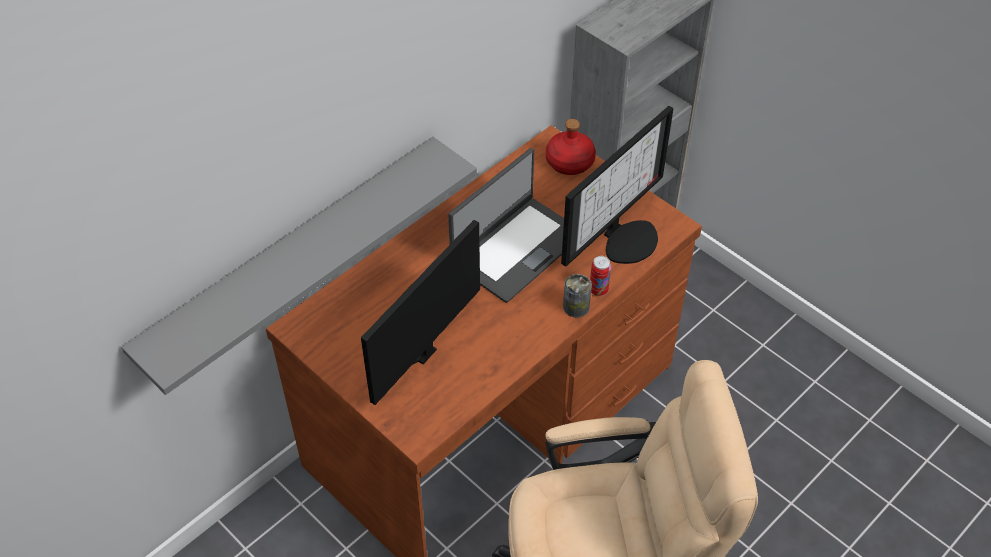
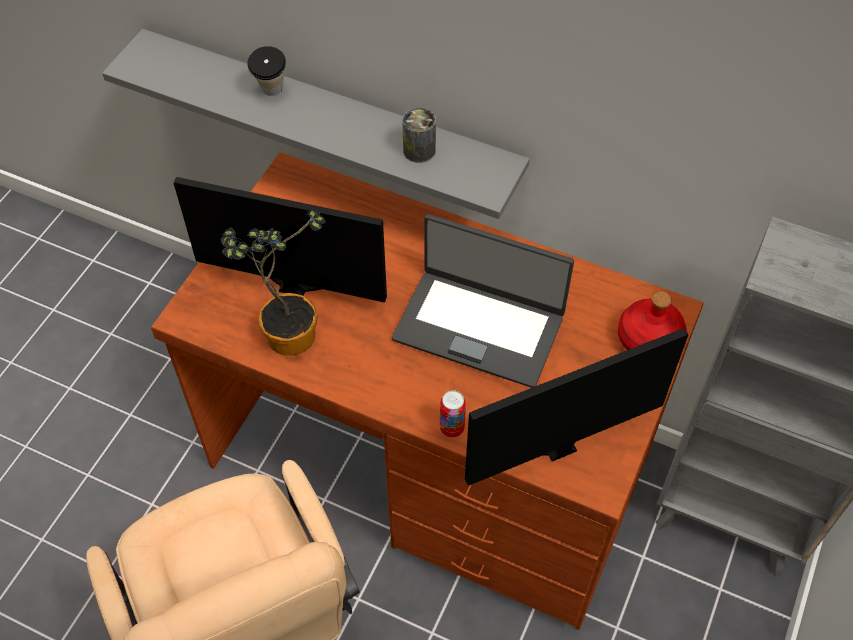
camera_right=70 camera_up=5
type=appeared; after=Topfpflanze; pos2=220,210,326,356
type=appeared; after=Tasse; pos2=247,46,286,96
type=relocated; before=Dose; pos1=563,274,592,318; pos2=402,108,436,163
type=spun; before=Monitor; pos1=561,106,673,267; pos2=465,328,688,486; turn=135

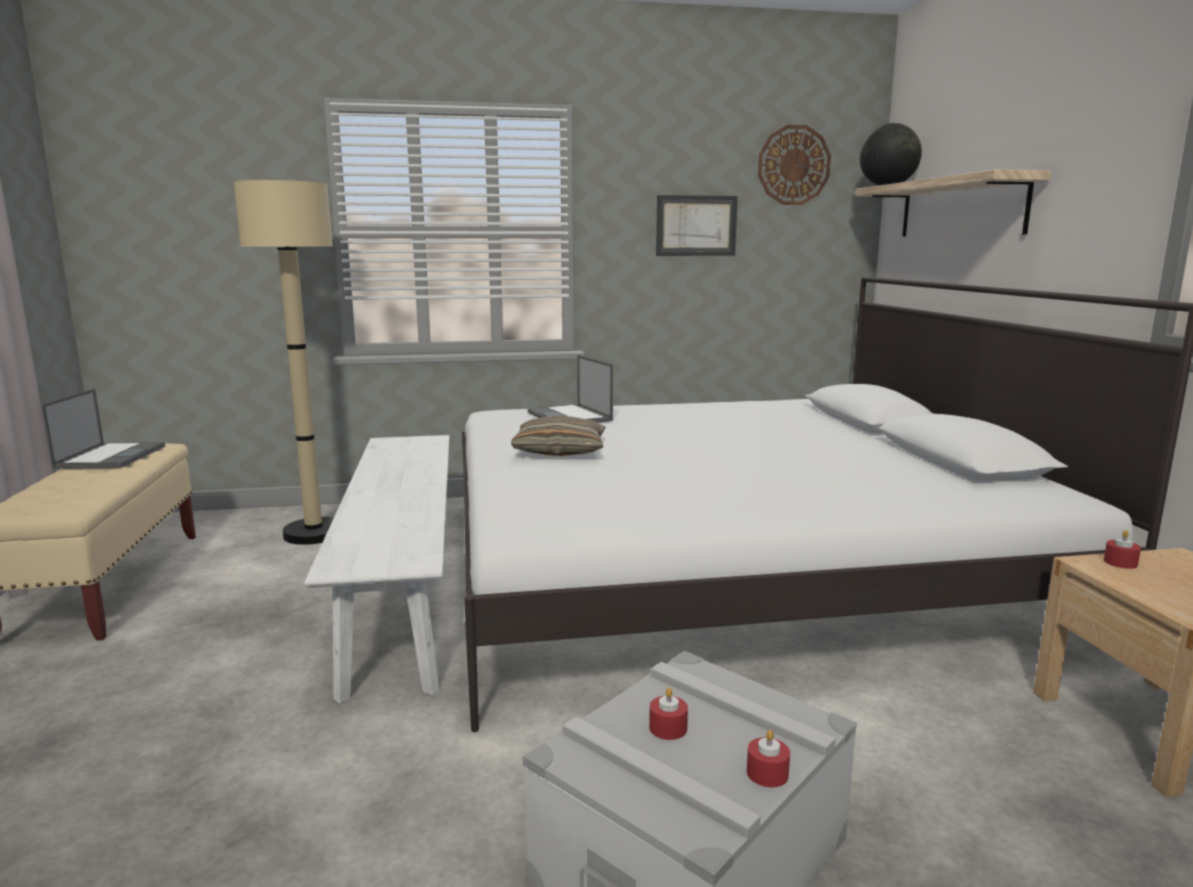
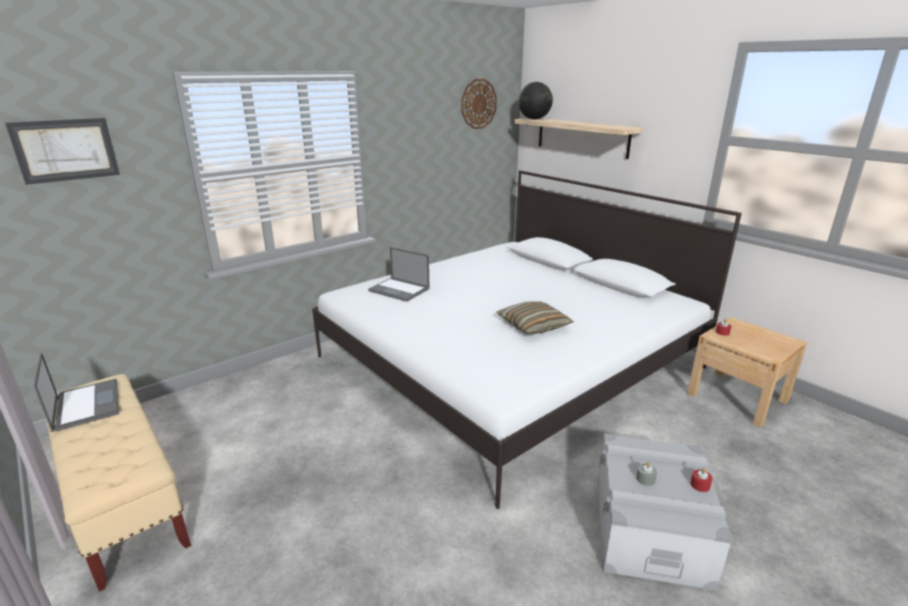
camera_right=-30 camera_up=10
type=relocated; before=Bild; pos1=656,195,738,256; pos2=5,118,120,185
type=relocated; before=Kissen; pos1=511,416,605,456; pos2=497,301,574,334
type=colour; before=Kerze (rot); after=Kerze (grau); pos1=649,687,688,740; pos2=636,462,657,486
type=missing; before=Stehlampe (beige); pos1=234,180,334,545
type=missing; before=Bank (weiß); pos1=304,435,450,703

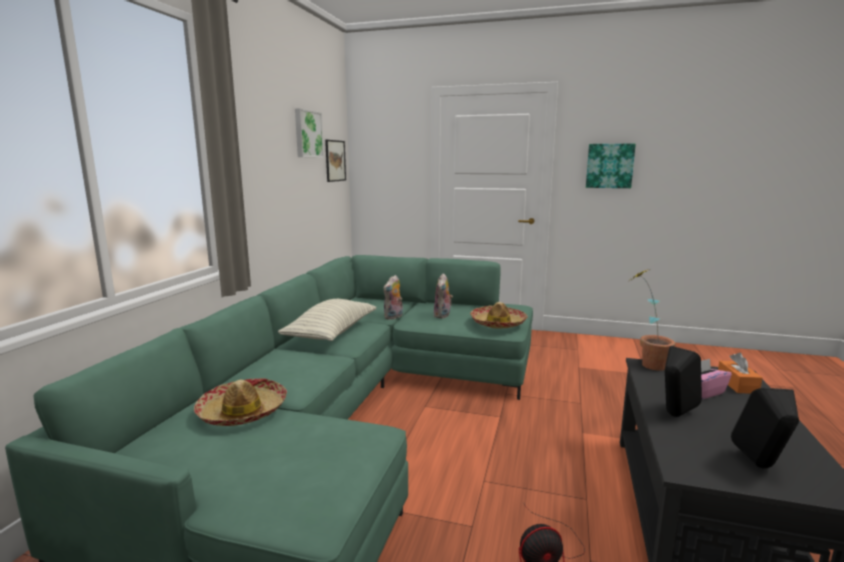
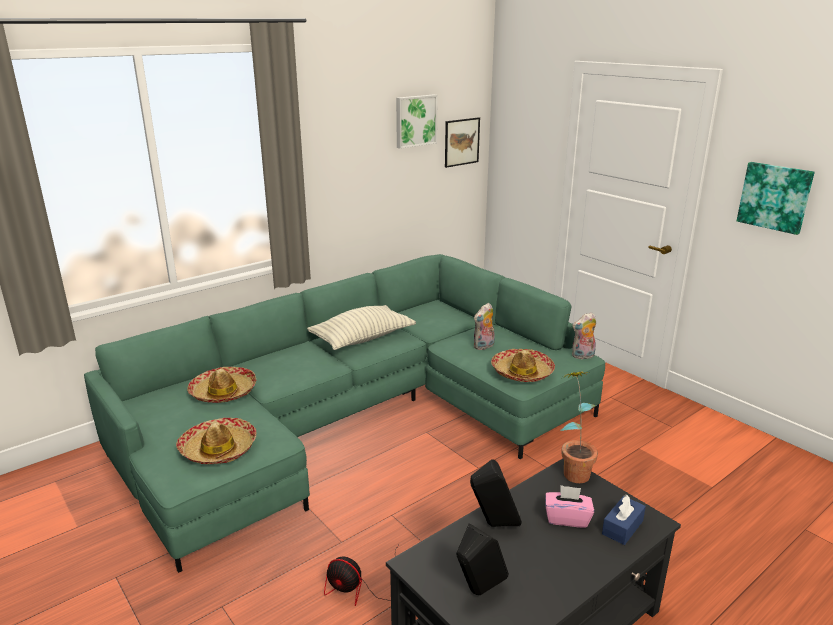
camera_right=35 camera_up=10
type=appeared; after=Hut; pos2=176,418,257,464
type=relocated; before=Plüschtier; pos1=383,275,403,320; pos2=572,312,596,359
type=colour; before=Taschentuchbox (orange); after=Taschentuchbox (blau); pos1=718,353,762,394; pos2=602,495,646,545

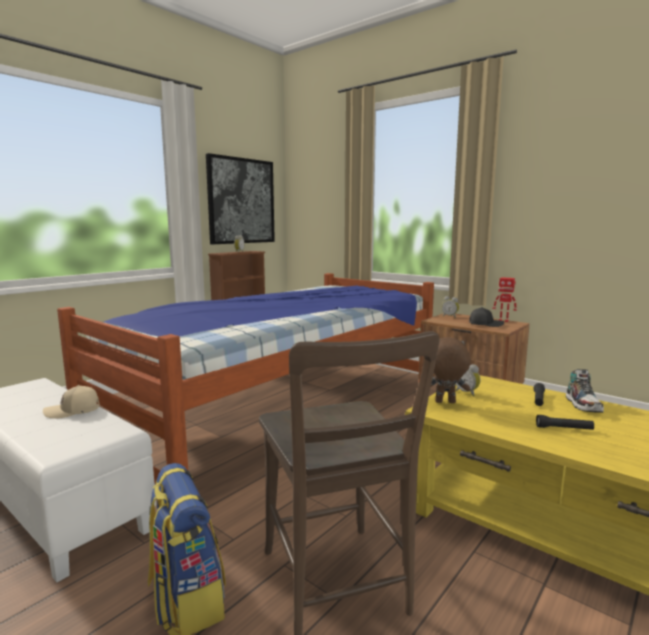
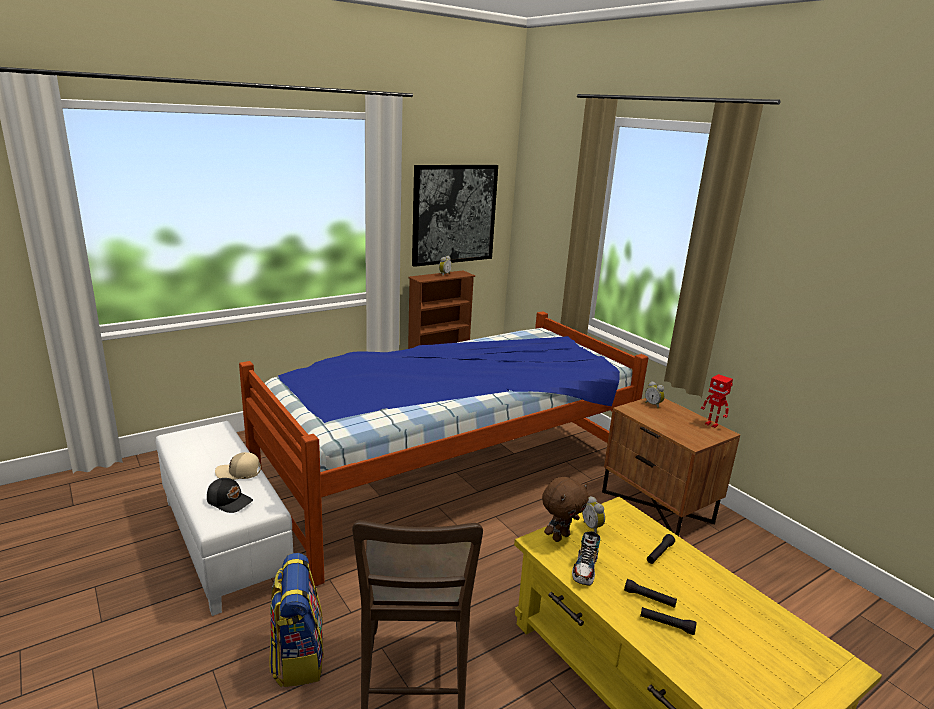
camera_right=15 camera_up=10
type=relocated; before=Kappe (schwarz); pos1=469,307,504,327; pos2=207,478,253,513
type=spun; before=Plüschtier (braun); pos1=431,337,471,403; pos2=542,477,589,542; turn=120
type=relocated; before=Schuh; pos1=566,369,604,413; pos2=572,531,600,585
type=appeared; after=Taschenlampe (schwarz); pos2=640,607,697,635

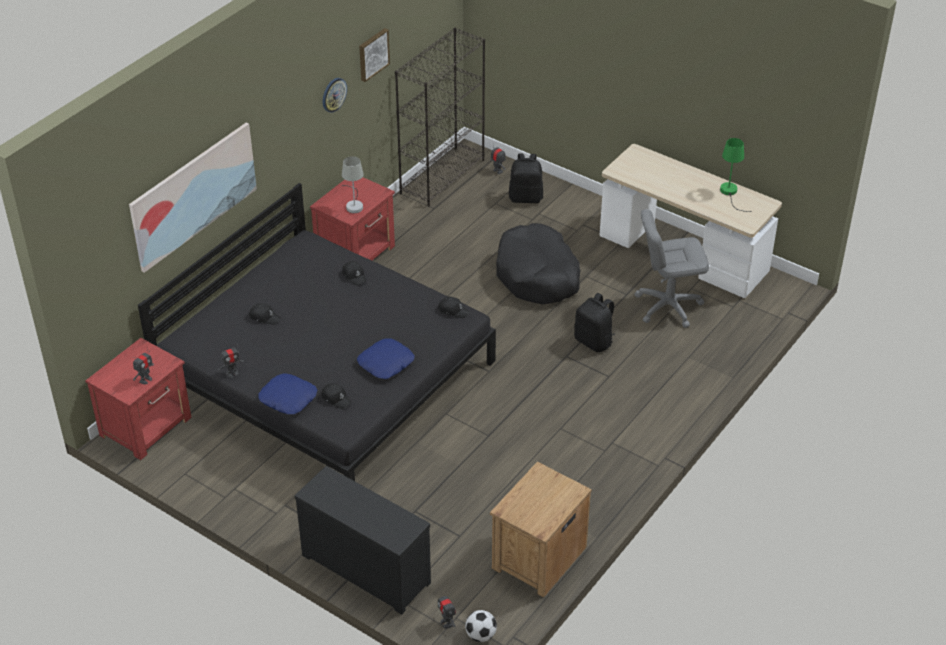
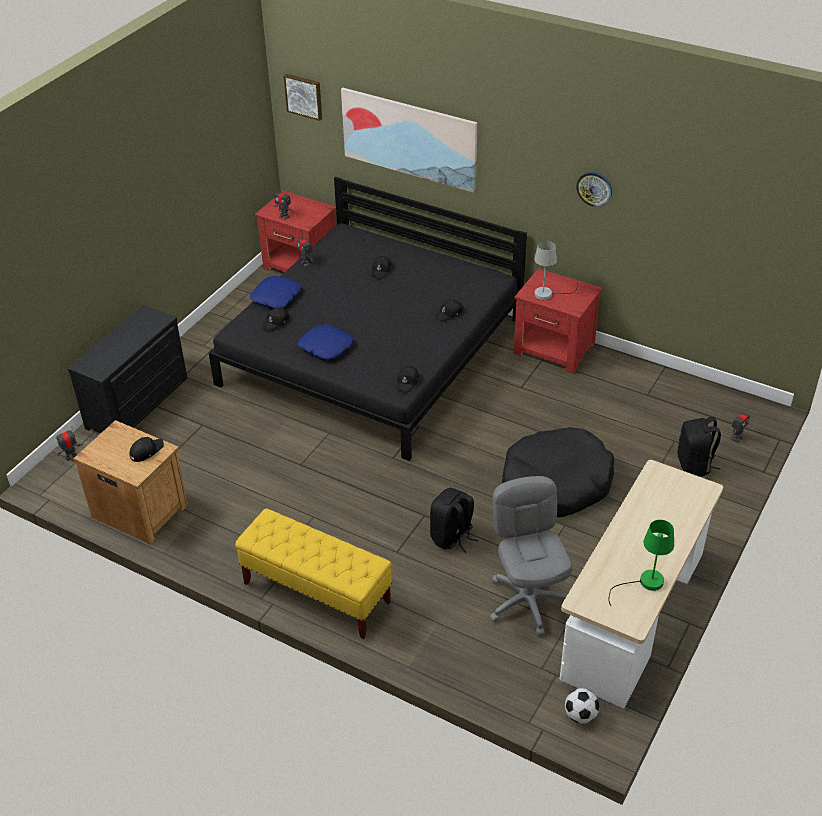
camera_right=85 camera_up=0
type=appeared; after=Kappe (schwarz); pos2=129,437,164,462
type=appeared; after=Bank (gelb); pos2=235,508,392,639
type=relocated; before=Bild; pos1=359,28,390,82; pos2=284,74,322,121
type=relocated; before=Fußball; pos1=465,610,497,642; pos2=565,688,600,724
type=missing; before=Bücherregal (schwarz); pos1=395,28,485,207

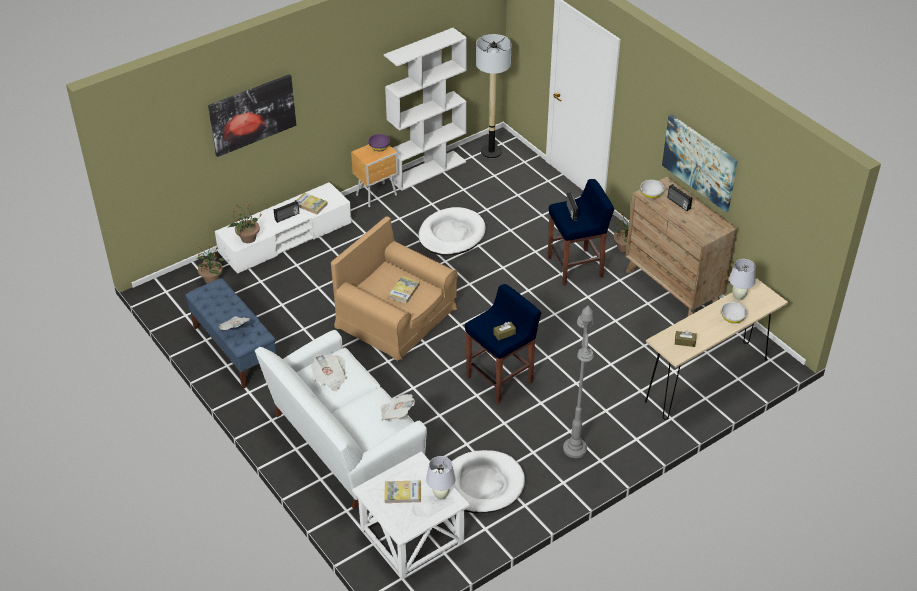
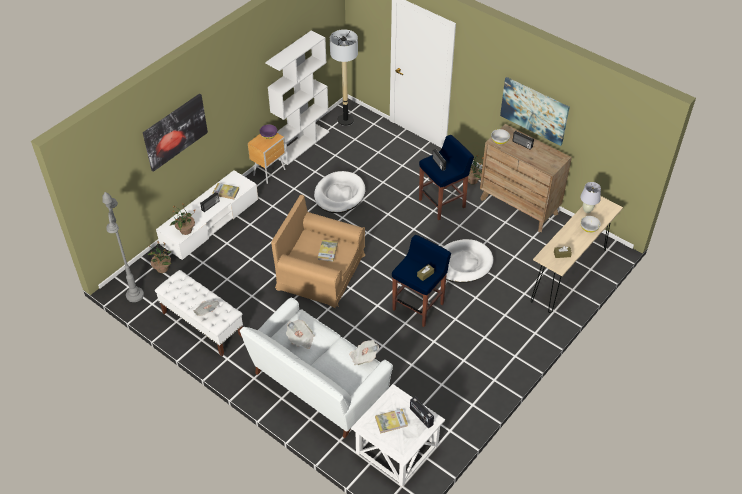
camera_right=-15 camera_up=5
type=relocated; before=Stehlampe (grau); pos1=563,305,594,458; pos2=102,192,144,302
type=colour; before=Bank (blau); after=Bank (weiß); pos1=185,278,276,389; pos2=155,270,243,356
type=exchanged; before=Tischlampe (weiß); after=Radio; pos1=426,456,455,500; pos2=410,397,434,428
type=relocated; before=Hundebett (weiß); pos1=442,450,525,513; pos2=443,239,493,283

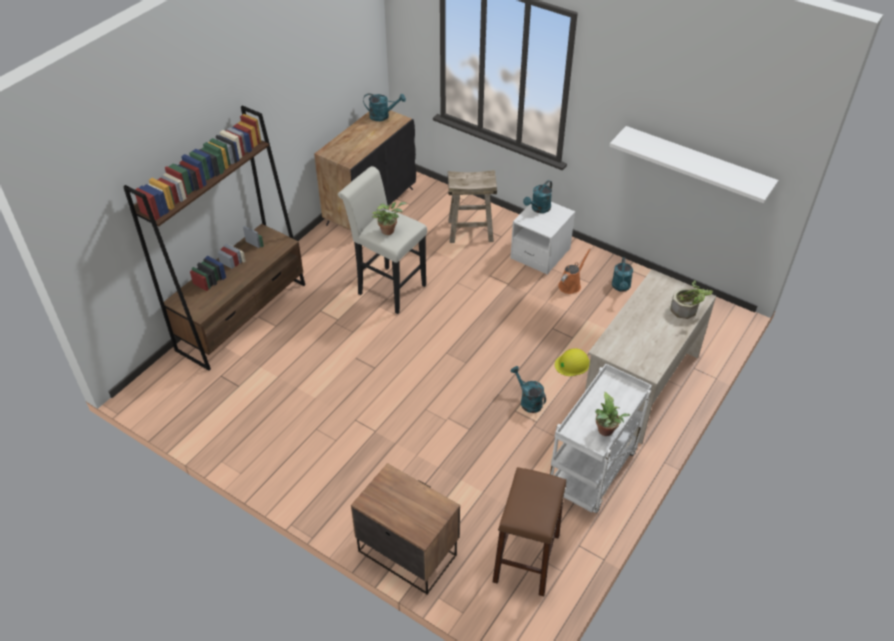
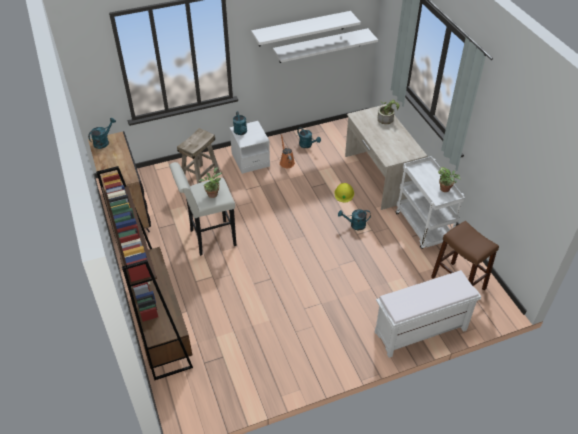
camera_right=-55 camera_up=0
type=appeared; after=Wandregal (weiß); pos2=251,11,361,47
type=exchanged; before=Nachttisch; after=Bank (weiß); pos1=351,463,460,594; pos2=375,270,481,358

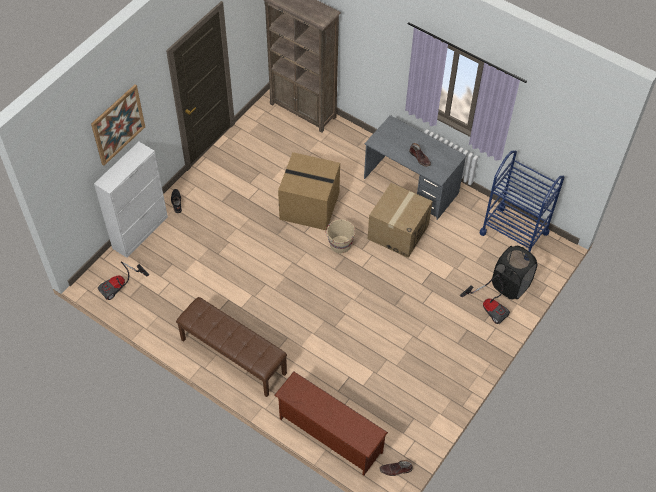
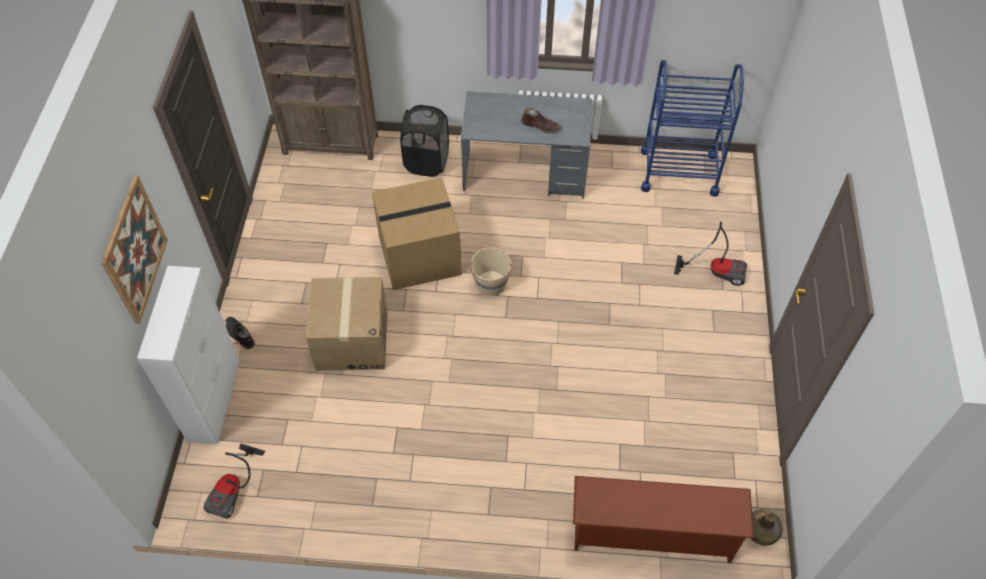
camera_right=-30 camera_up=0
type=relocated; before=Karton; pos1=368,183,432,258; pos2=306,277,388,371
type=relocated; before=Wäschekorb (schwarz); pos1=492,246,537,299; pos2=400,105,449,177
type=exchanged; before=Stiefel (braun); after=Flasche (grün); pos1=379,460,413,476; pos2=751,509,783,546
type=missing; before=Bank (braun); pos1=176,297,287,397

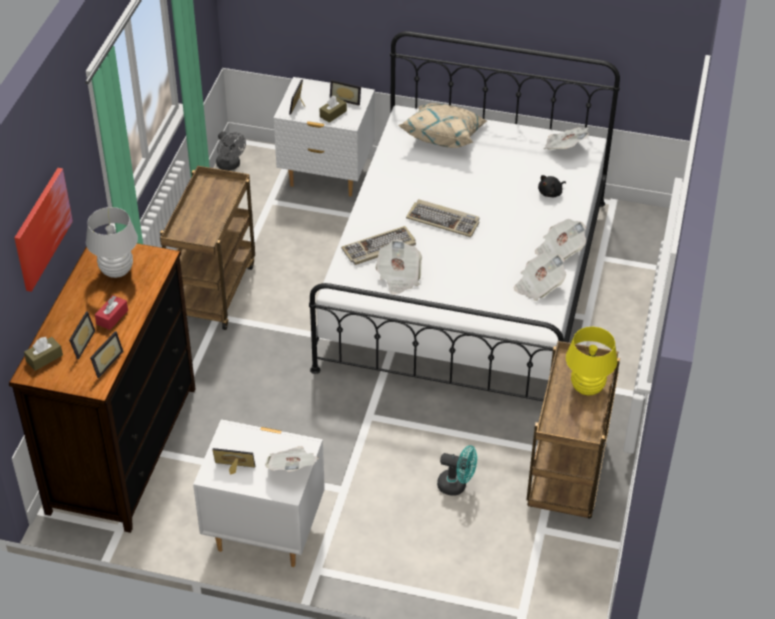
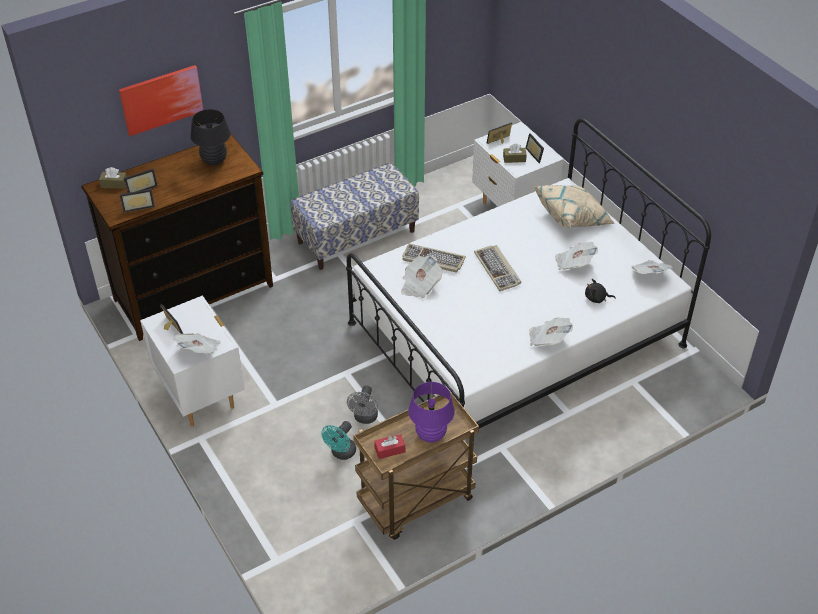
camera_right=45 camera_up=0
type=colour; before=Tischlampe (weiß); after=Tischlampe (schwarz); pos1=86,207,138,278; pos2=191,109,230,165
type=exchanged; before=Rollwagen (braun); after=Bank; pos1=160,166,255,330; pos2=291,163,419,270
type=spun; before=Ventilator (türkis); pos1=437,445,477,495; pos2=321,421,356,460; turn=60
type=relocated; before=Ventilator (grau); pos1=216,131,246,171; pos2=347,385,378,424
type=relocated; before=Taschentuchbox (rot); pos1=95,295,128,330; pos2=374,434,405,459
type=colour; before=Tischlampe (gelb); after=Tischlampe (lila); pos1=566,327,617,395; pos2=408,382,455,443
type=relocated; before=Zeitung; pos1=514,252,566,301; pos2=555,242,598,270

